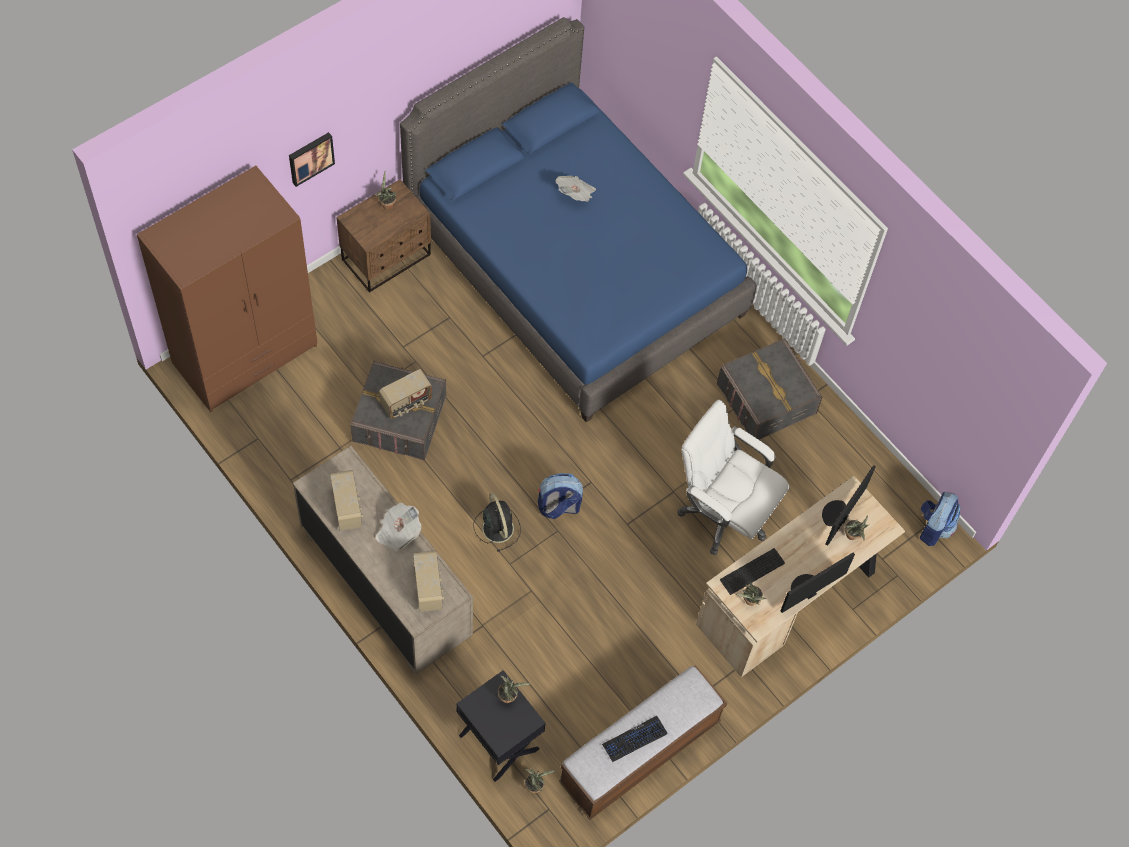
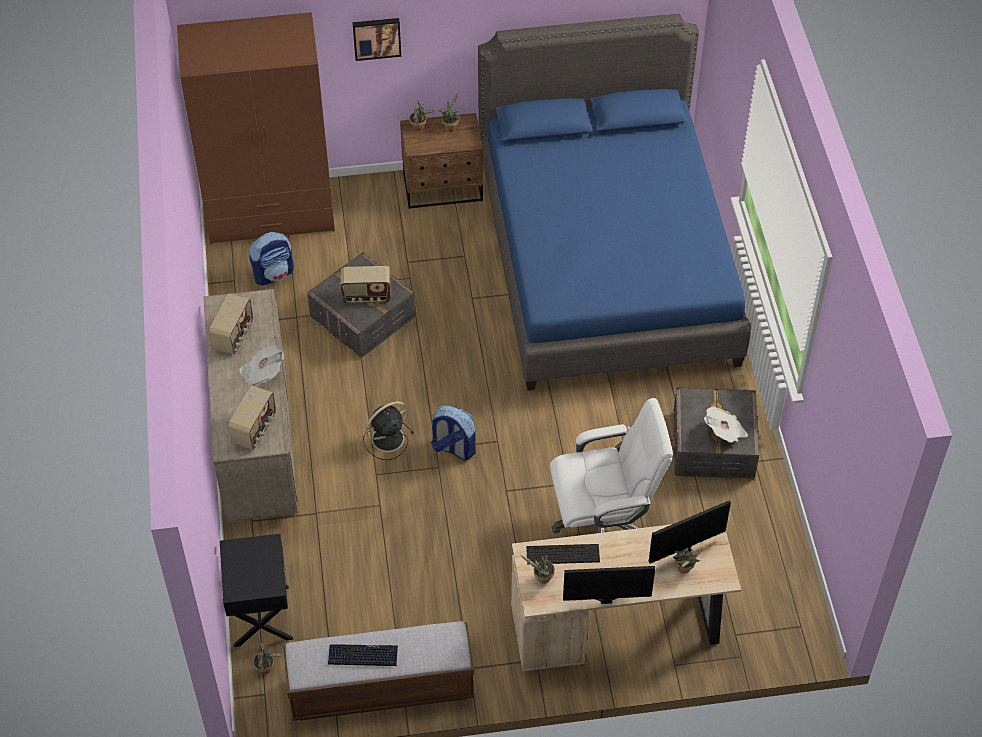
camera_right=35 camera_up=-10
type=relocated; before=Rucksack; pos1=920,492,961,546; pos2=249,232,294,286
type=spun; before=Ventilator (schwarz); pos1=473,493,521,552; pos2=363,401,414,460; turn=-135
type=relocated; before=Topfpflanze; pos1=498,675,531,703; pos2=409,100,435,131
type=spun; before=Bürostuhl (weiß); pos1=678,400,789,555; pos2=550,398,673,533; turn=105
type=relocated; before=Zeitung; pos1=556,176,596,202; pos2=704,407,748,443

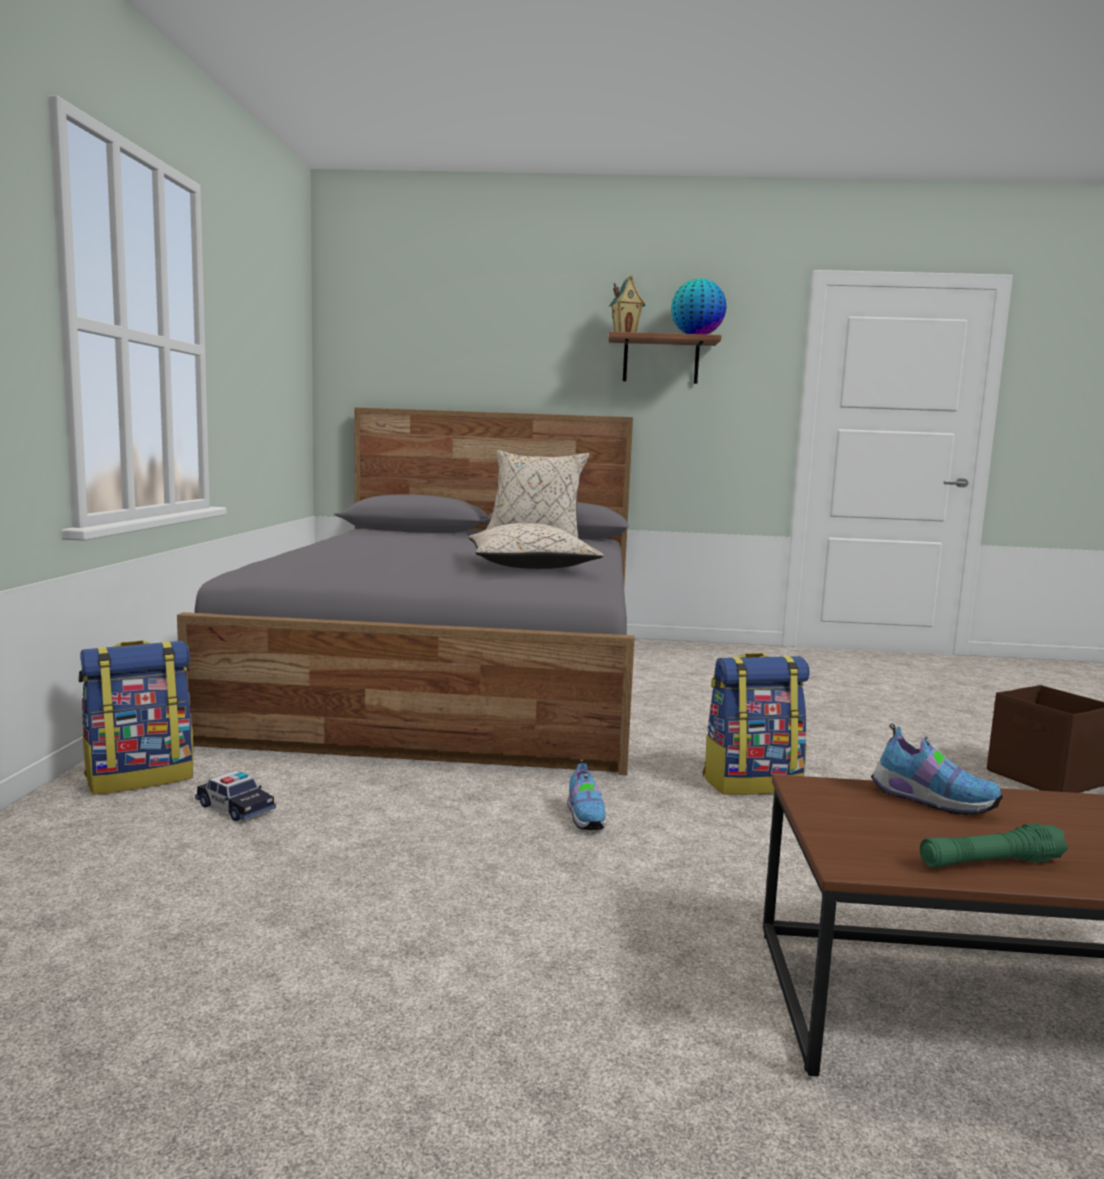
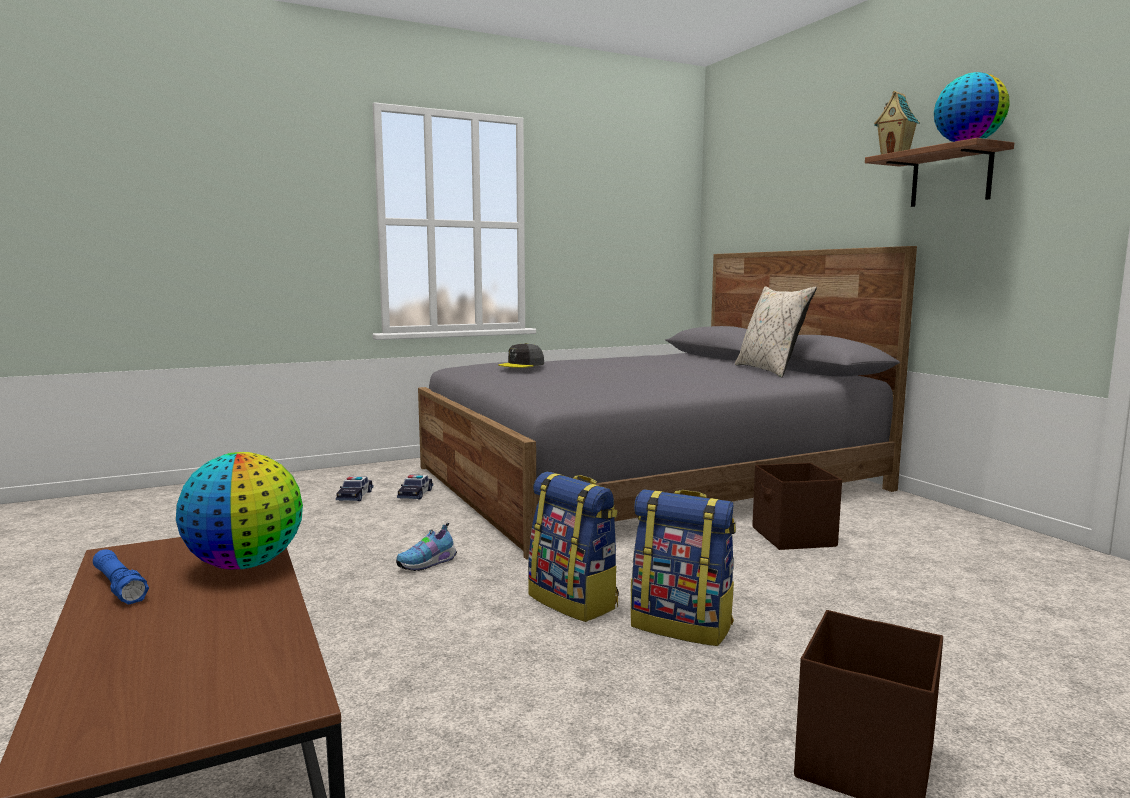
camera_right=60 camera_up=0
type=colour; before=Taschenlampe (grün); after=Taschenlampe (blau); pos1=920,823,1068,868; pos2=93,549,149,604
type=exchanged; before=Schuh; after=Globus; pos1=871,723,1003,815; pos2=176,452,303,569
type=appeared; after=Spielzeugauto; pos2=397,475,433,499
type=appeared; after=Kappe (grau); pos2=498,343,544,368
type=relocated; before=Rucksack; pos1=78,641,193,795; pos2=631,489,736,646
type=appeared; after=Aufbewahrungsbox (braun); pos2=752,463,842,550
type=missing; before=Kissen (beige); pos1=469,523,604,569

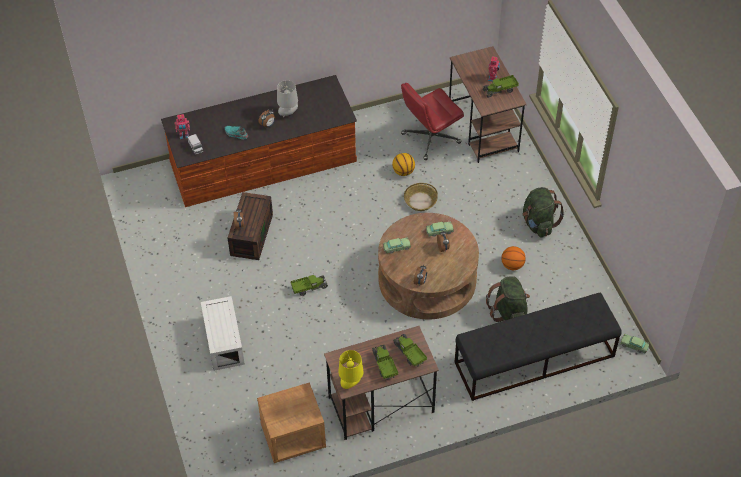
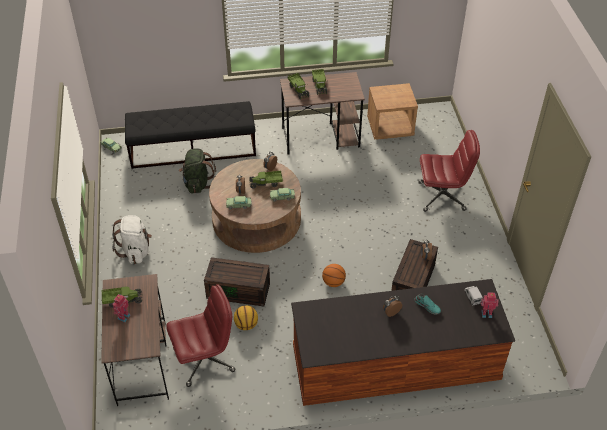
camera_right=-170 camera_up=-5
type=colour; before=Rucksack (grün); after=Rucksack (weiß); pos1=523,187,564,237; pos2=112,215,152,264
type=exchanged; before=Korb; after=Aufbewahrungsbox (braun); pos1=404,183,438,211; pos2=204,257,270,306
type=relocated; before=Spielzeuglaster; pos1=290,275,328,296; pos2=249,171,283,188
type=relocated; before=Basketball; pos1=501,246,526,270; pos2=322,264,346,287
type=exchanged; before=Aufbewahrungsbox (weiß); after=Bürostuhl (rot); pos1=201,296,245,371; pos2=418,130,480,212
type=missing; before=Tischlampe (grau); pos1=277,80,298,117
type=missing; before=Tischlampe (gelb); pos1=338,350,364,389

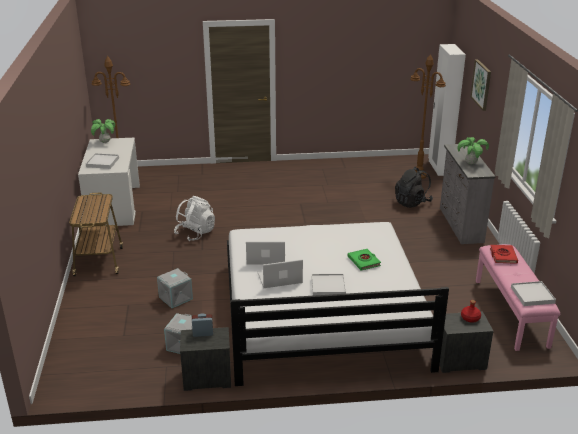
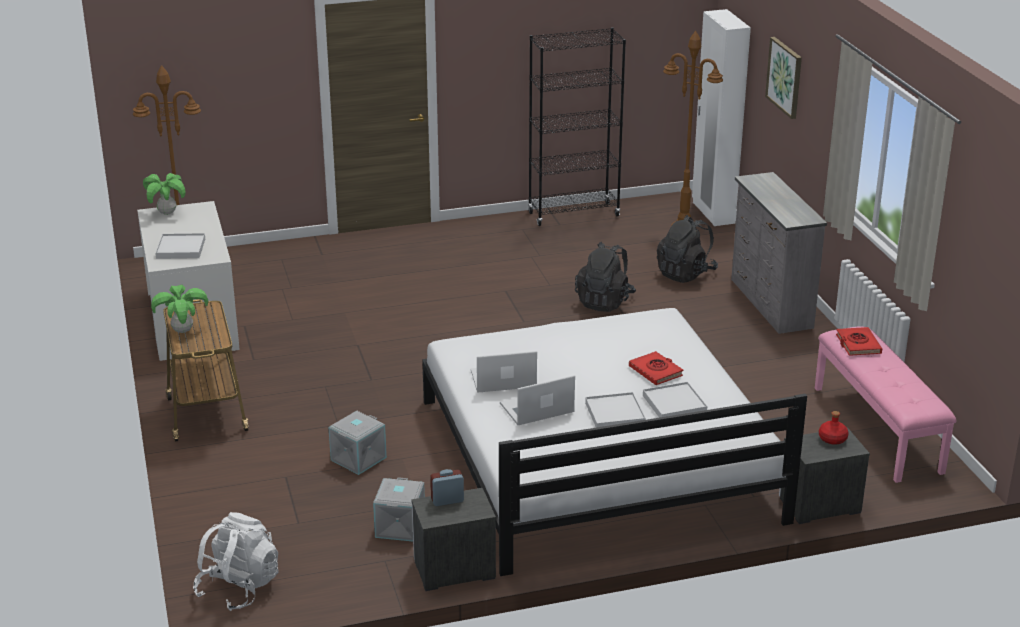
camera_right=-10 camera_up=0
type=relocated; before=Topfpflanze; pos1=457,137,489,164; pos2=151,285,208,333
type=relocated; before=Rucksack (weiß); pos1=174,196,215,241; pos2=193,512,278,611
type=appeared; after=Bücherregal (schwarz); pos2=528,27,626,226
type=appeared; after=Rucksack (schwarz); pos2=575,242,636,312
type=colour; before=Buch (grün); after=Buch (rot); pos1=348,249,381,271; pos2=629,351,683,385
type=relocated; before=Tablett (weiß); pos1=511,281,556,306; pos2=643,382,707,418

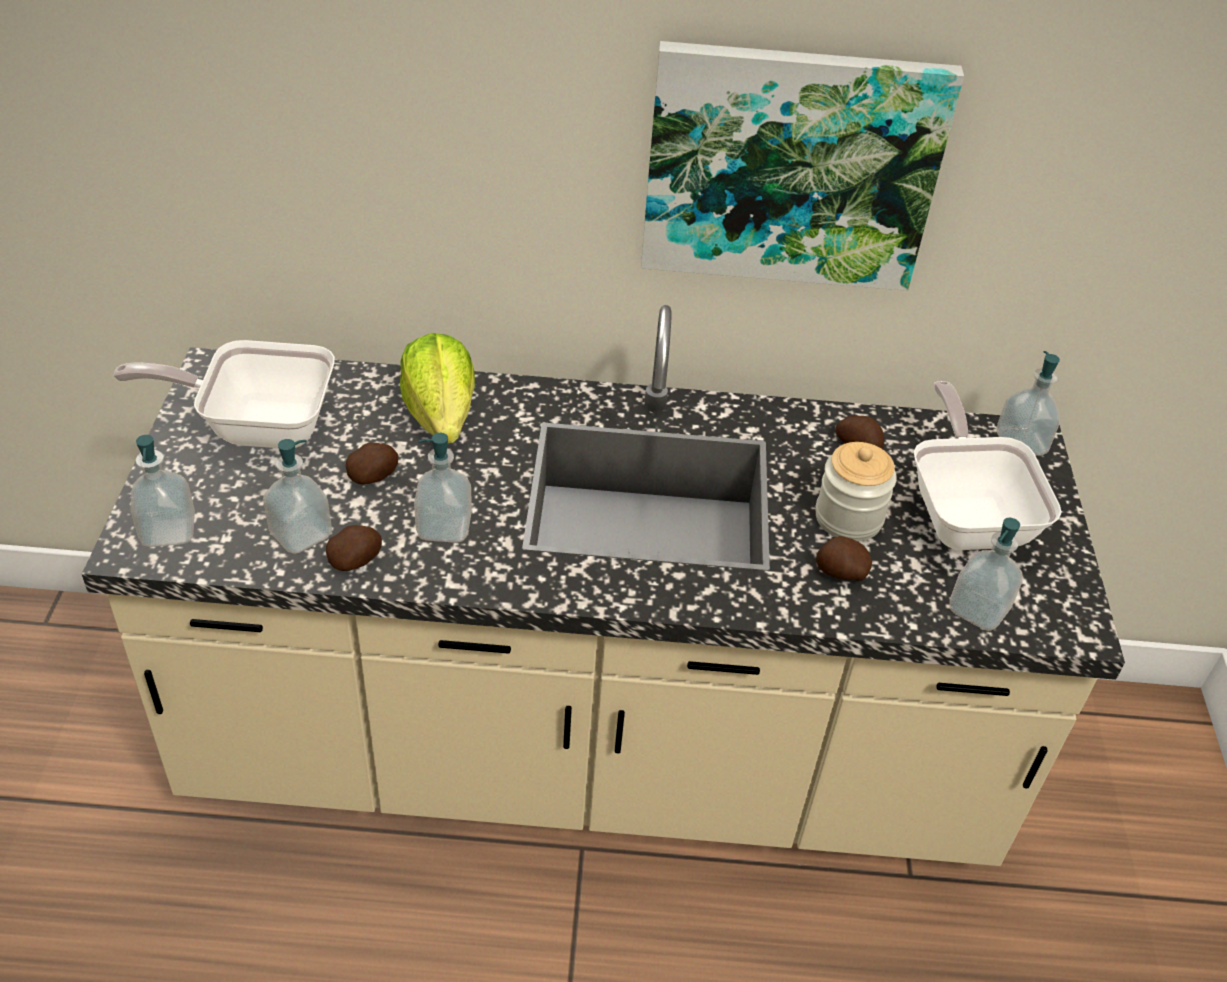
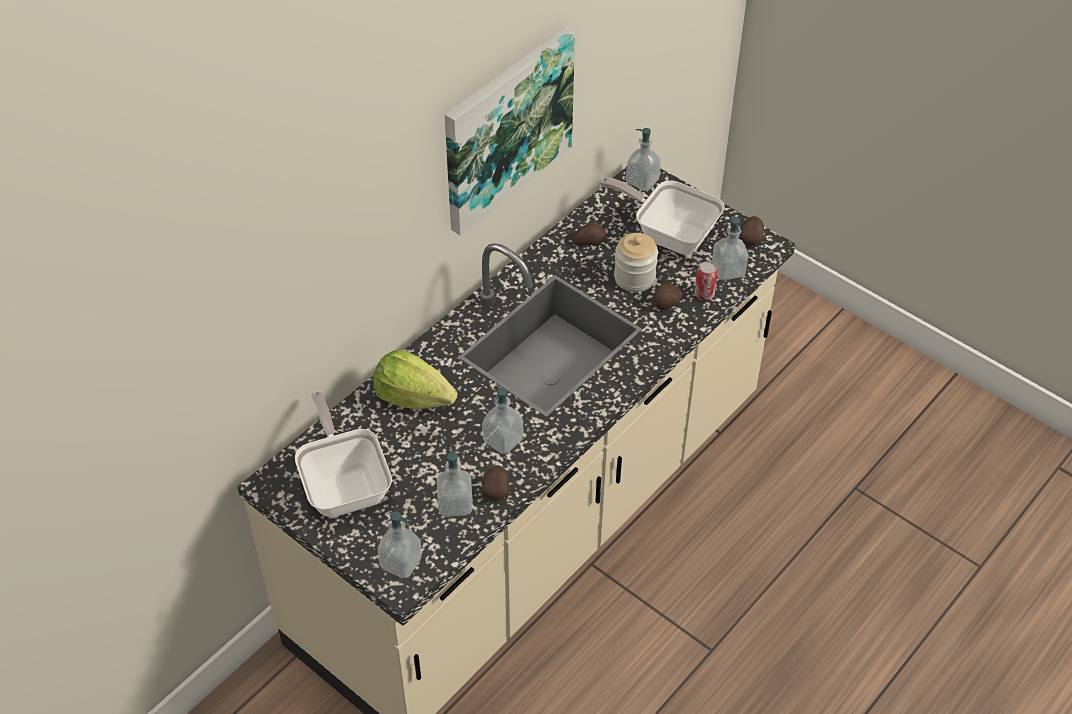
camera_right=-50 camera_up=5
type=spun; before=Pfanne; pos1=113,340,335,448; pos2=295,391,392,517; turn=120
type=appeared; after=Dose; pos2=694,261,718,300
type=relocated; before=Kartoffel; pos1=346,443,398,484; pos2=740,216,764,245

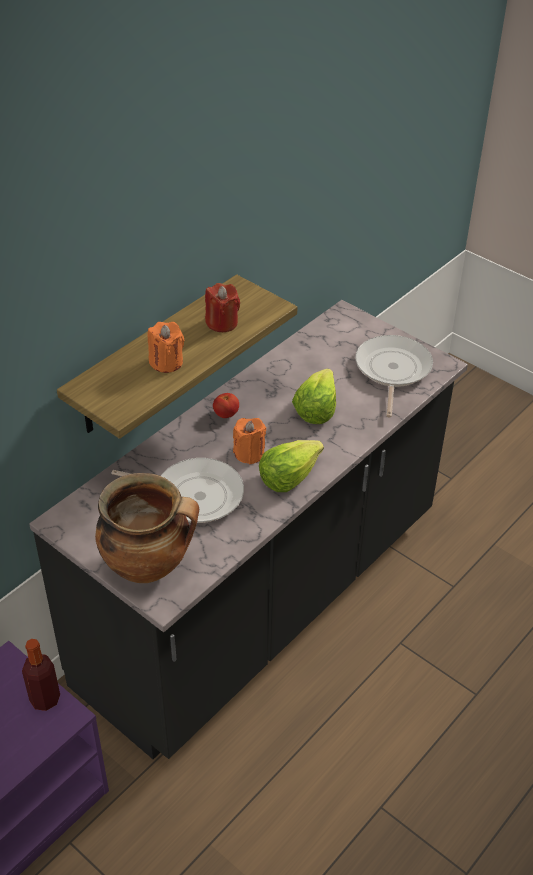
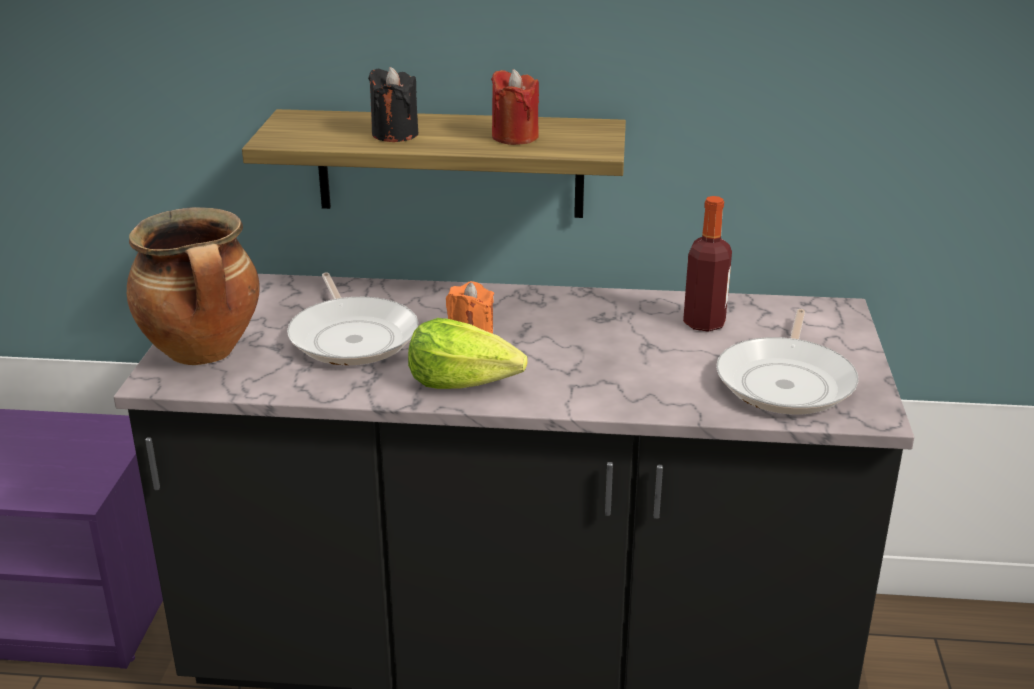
camera_right=55 camera_up=-15
type=colour; before=Kerze (orange); after=Kerze (schwarz); pos1=148,322,185,373; pos2=368,67,418,142
type=relocated; before=Flasche; pos1=22,639,60,711; pos2=683,196,732,332
type=spun; before=Pfanne; pos1=355,335,433,418; pos2=716,309,858,415; turn=135
type=missing; before=Tomate; pos1=213,393,239,418
type=missing; before=Salatkopf; pos1=292,369,336,424

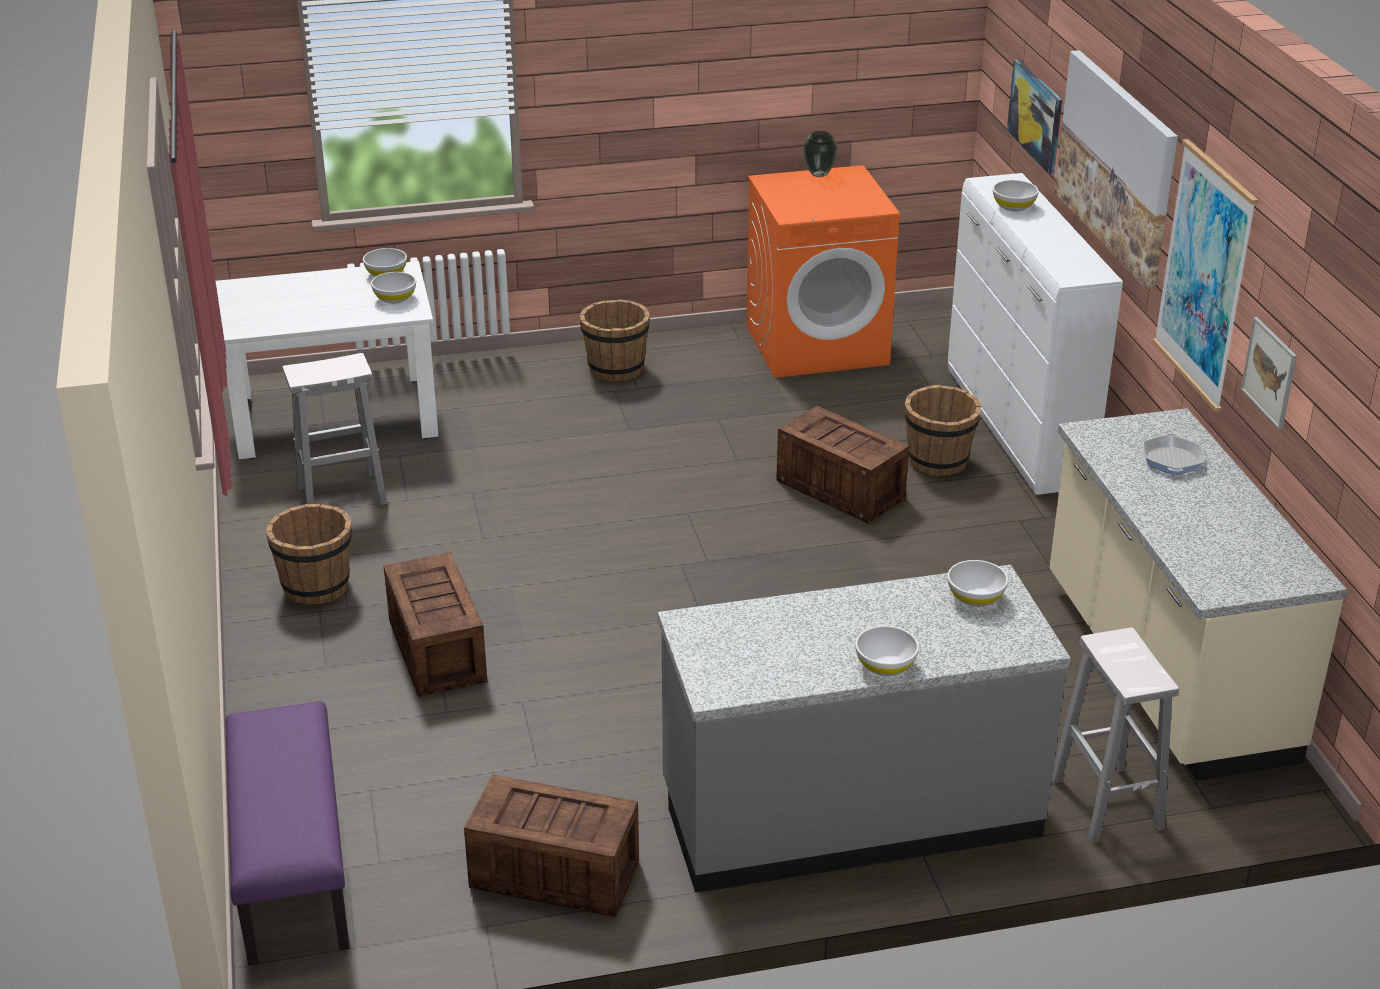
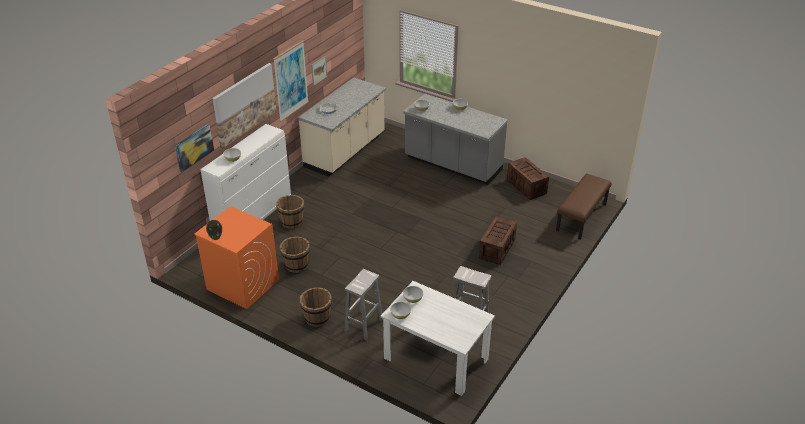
camera_right=-135 camera_up=5
type=relocated; before=Eimer (braun); pos1=266,504,352,604; pos2=280,236,310,273
type=relocated; before=Hocker (weiß); pos1=1052,628,1179,844; pos2=344,269,383,340
type=colour; before=Bank (lila); after=Bank (braun); pos1=225,701,350,965; pos2=556,173,611,240
type=missing; before=Kiste; pos1=776,406,909,524

